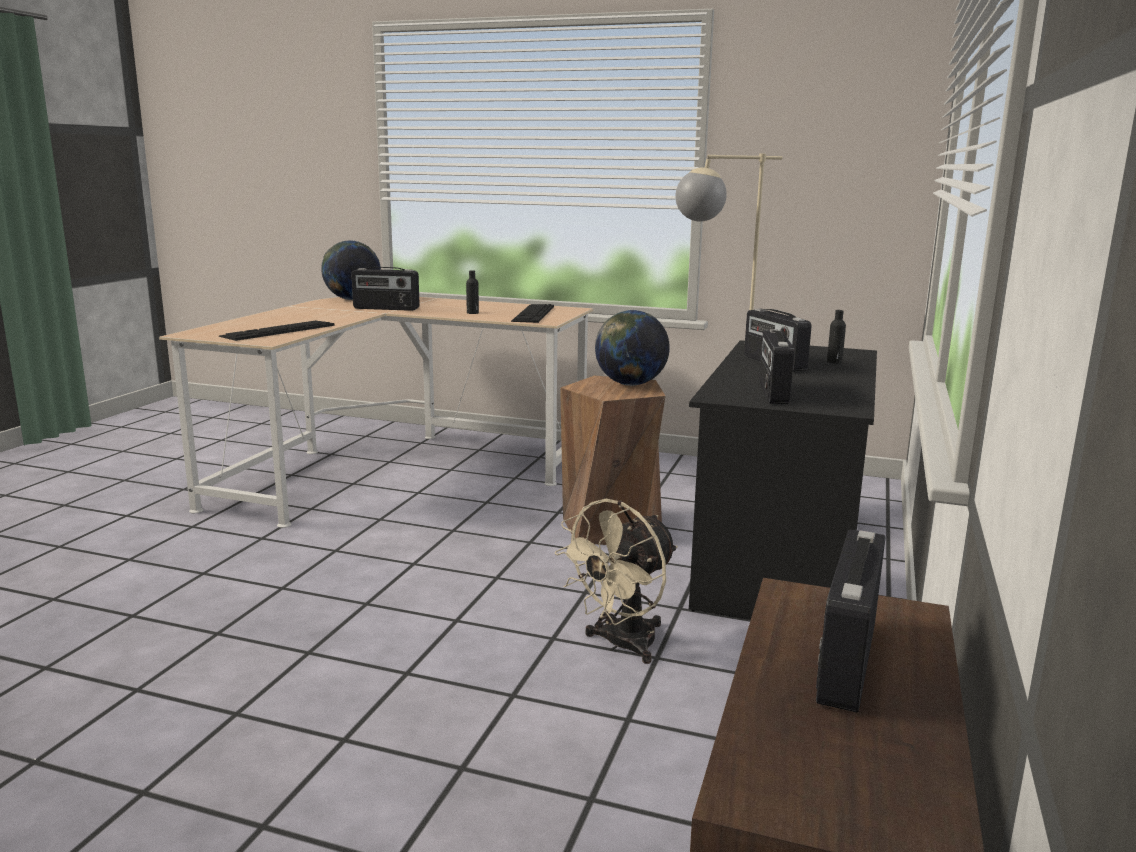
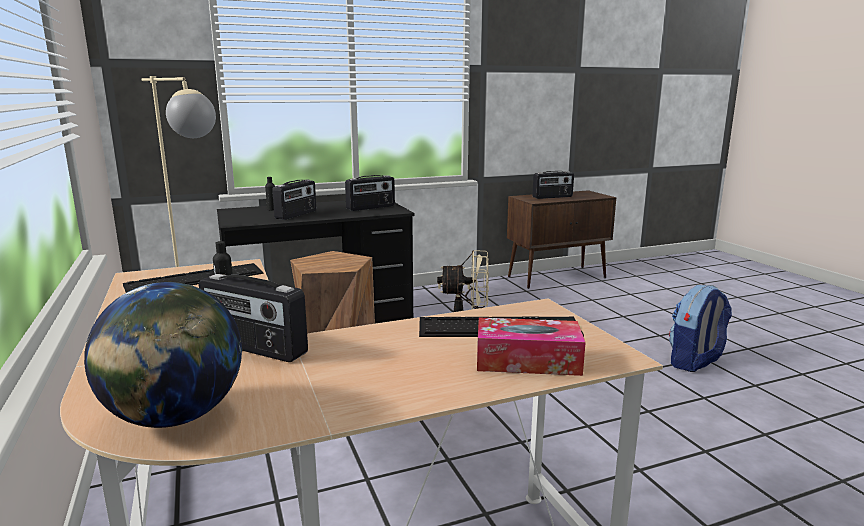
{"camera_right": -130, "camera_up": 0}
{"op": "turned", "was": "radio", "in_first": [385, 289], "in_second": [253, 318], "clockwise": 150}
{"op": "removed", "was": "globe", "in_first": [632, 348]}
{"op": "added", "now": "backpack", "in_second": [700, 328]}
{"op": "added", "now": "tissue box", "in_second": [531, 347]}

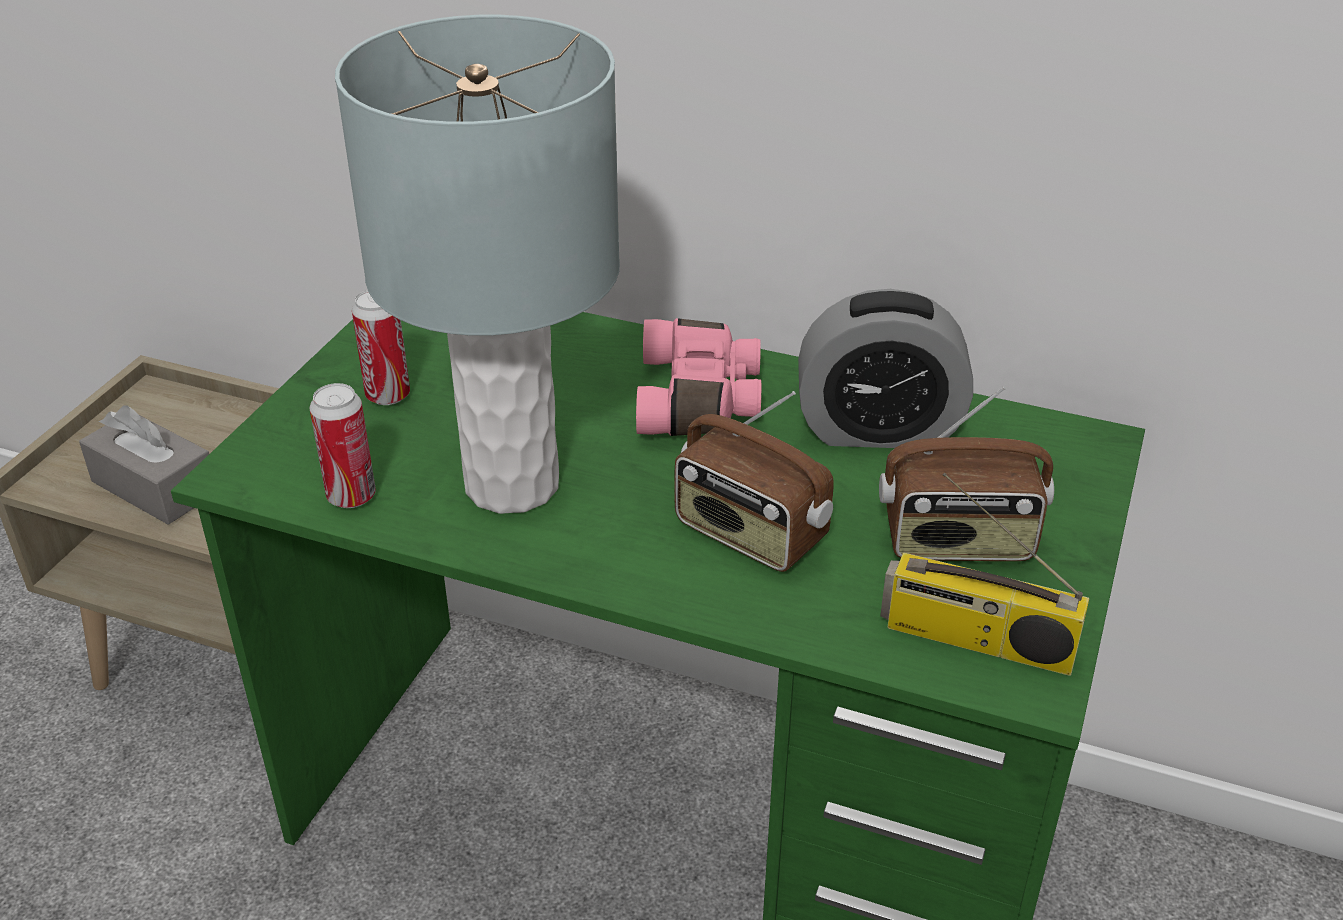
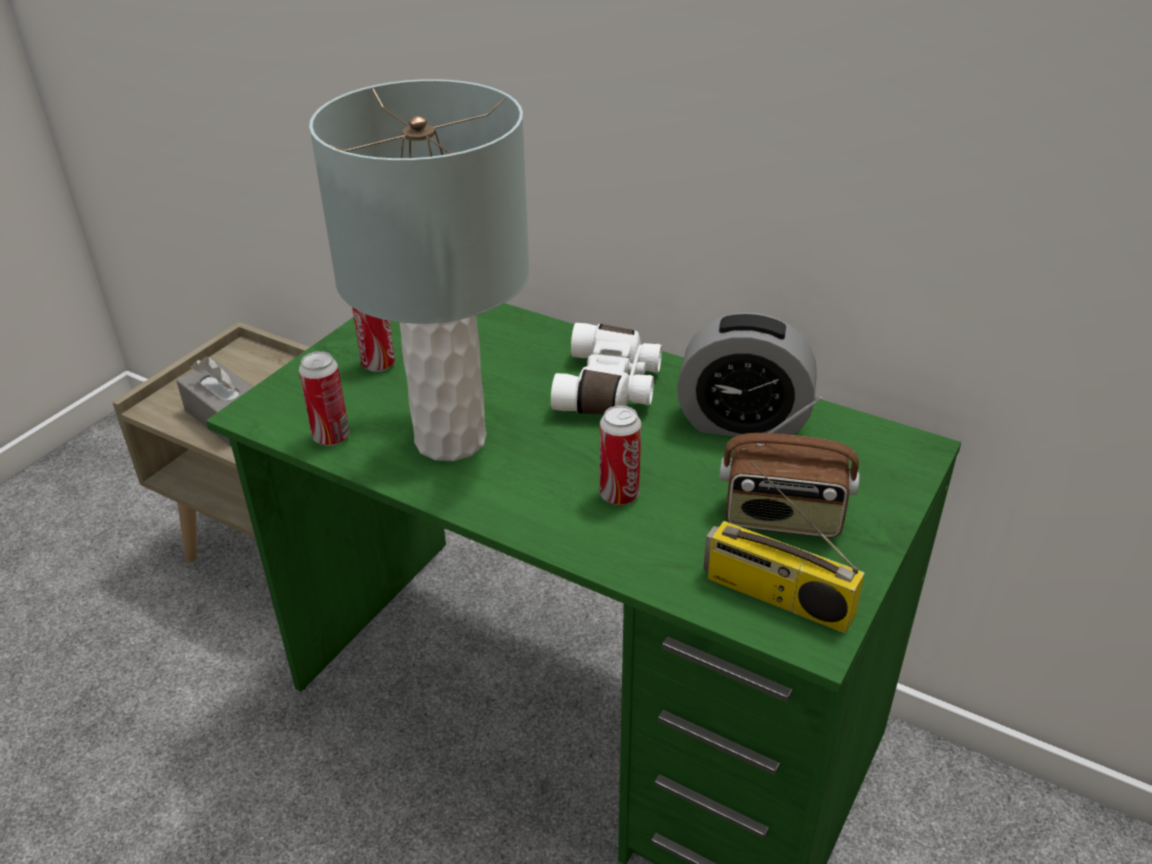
{"camera_right": 10, "camera_up": 0}
{"op": "recoloured", "was": "binoculars/pink", "now": "binoculars/white", "in_first": [698, 377], "in_second": [606, 368]}
{"op": "replaced", "was": "radio", "now": "can", "in_first": [754, 481], "in_second": [620, 455]}

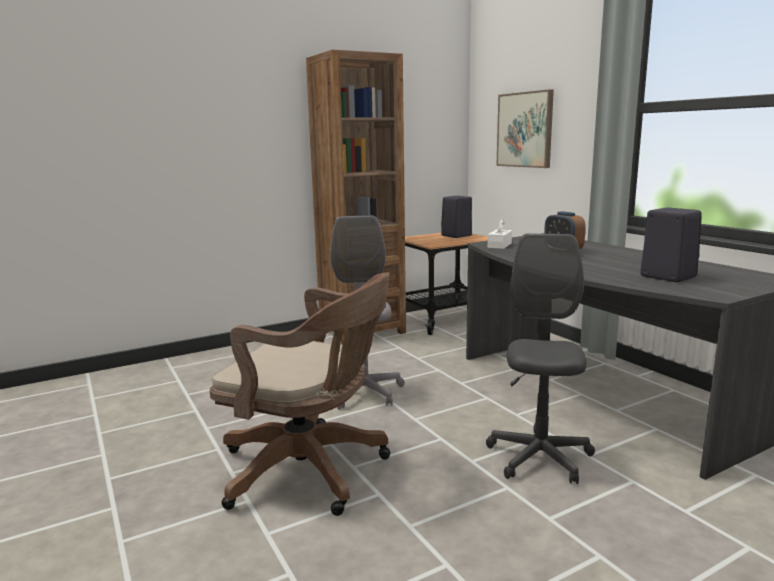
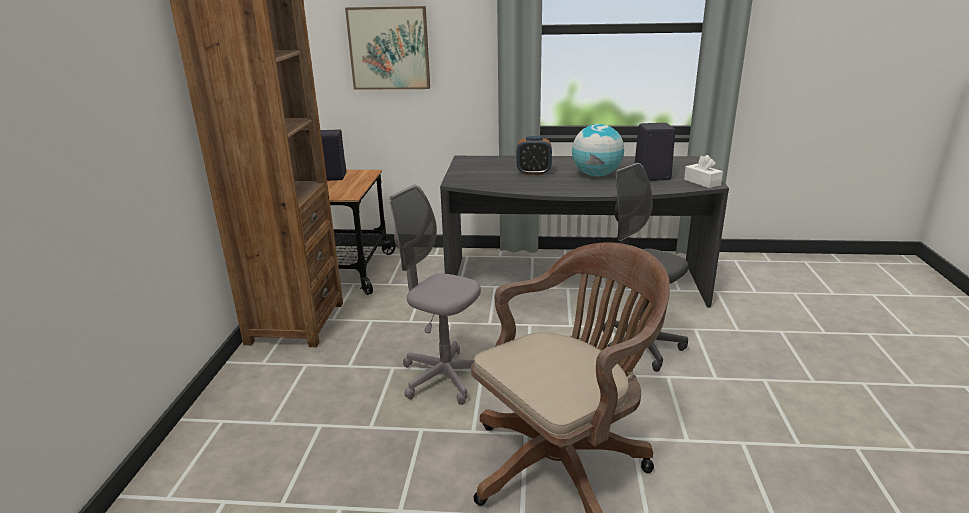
{"camera_right": -55, "camera_up": 10}
{"op": "moved", "was": "tissue box/white", "in_first": [500, 234], "in_second": [703, 171]}
{"op": "added", "now": "globe", "in_second": [598, 150]}

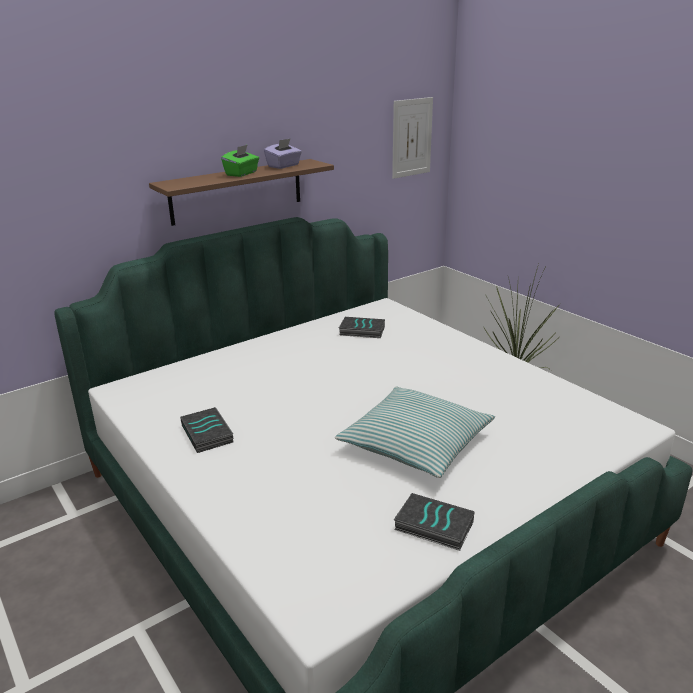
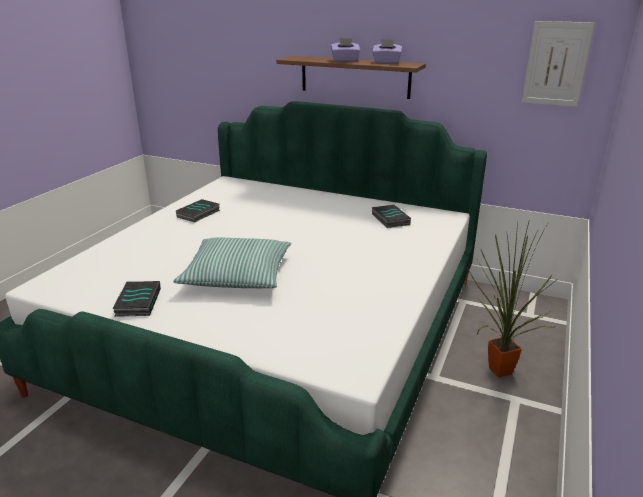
{"camera_right": 60, "camera_up": 0}
{"op": "recoloured", "was": "tissue box/green", "now": "tissue box/purple", "in_first": [240, 161], "in_second": [345, 50]}

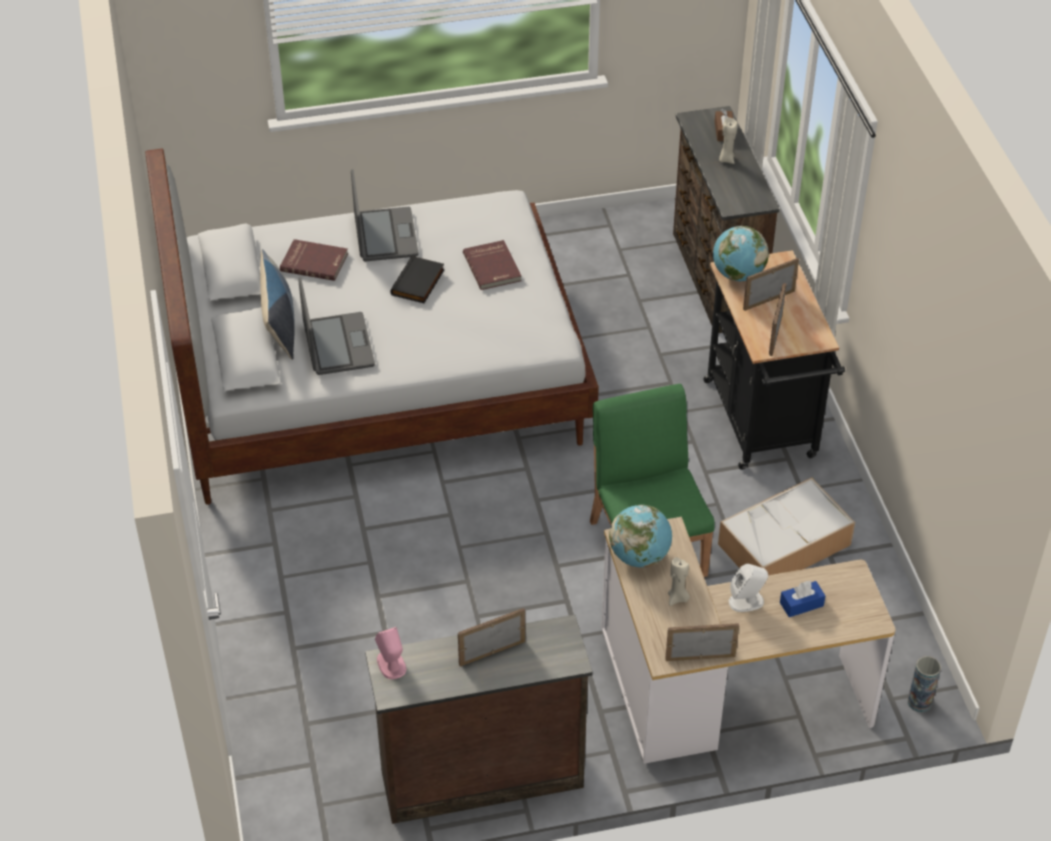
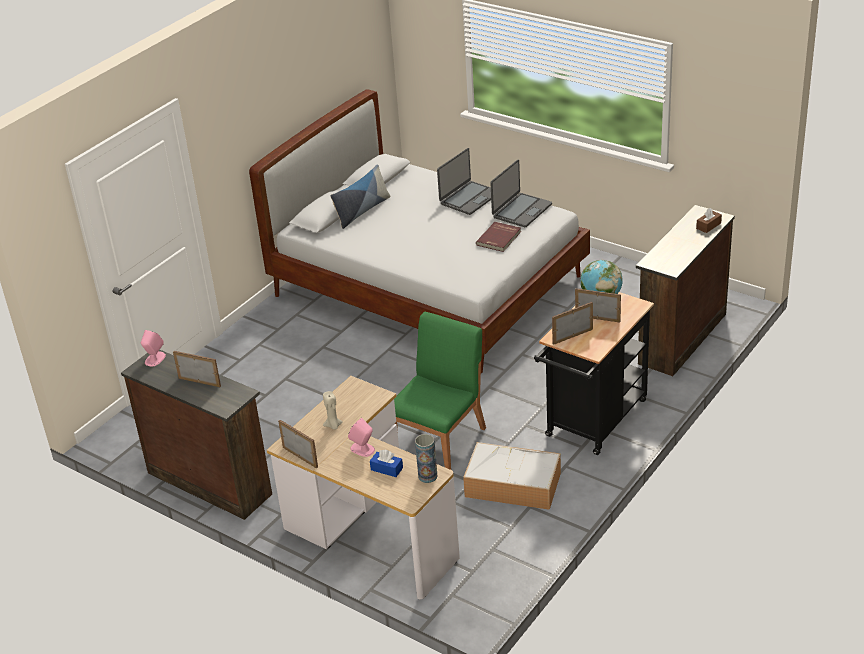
{"camera_right": 50, "camera_up": -10}
{"op": "removed", "was": "candle/beige", "in_first": [728, 141]}
{"op": "removed", "was": "book/red", "in_first": [314, 260]}
{"op": "removed", "was": "book/black", "in_first": [417, 279]}
{"op": "moved", "was": "laptop", "in_first": [336, 326], "in_second": [521, 193]}
{"op": "removed", "was": "globe", "in_first": [640, 536]}
{"op": "recoloured", "was": "speaker/white", "now": "speaker/pink", "in_first": [748, 588], "in_second": [361, 437]}
{"op": "moved", "was": "vase", "in_first": [924, 684], "in_second": [426, 458]}

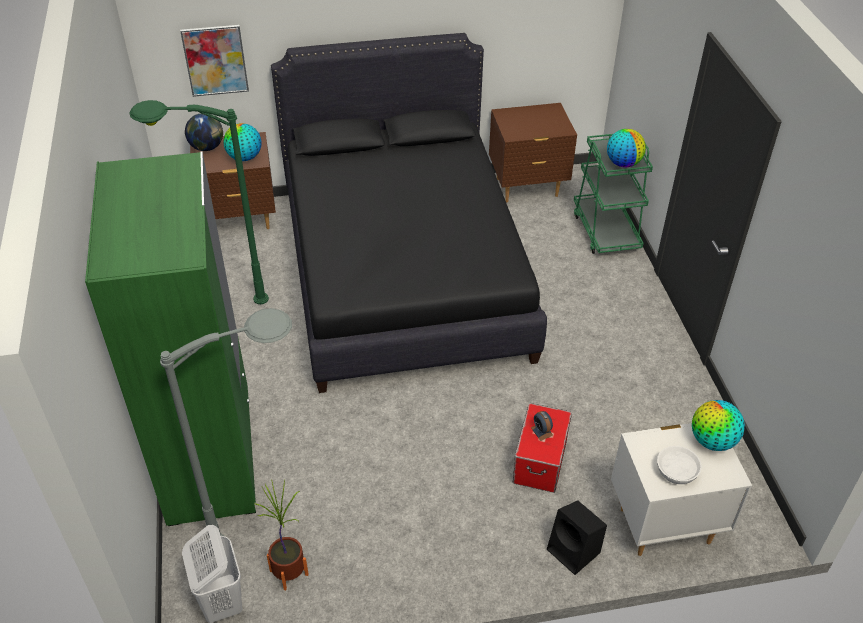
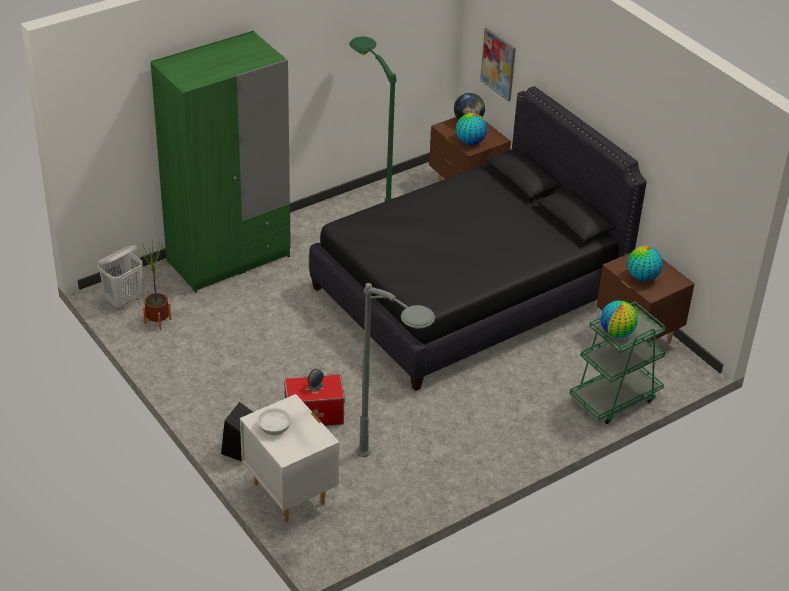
{"camera_right": 65, "camera_up": -5}
{"op": "moved", "was": "floor lamp/grey", "in_first": [226, 429], "in_second": [395, 370]}
{"op": "moved", "was": "globe", "in_first": [718, 425], "in_second": [645, 263]}

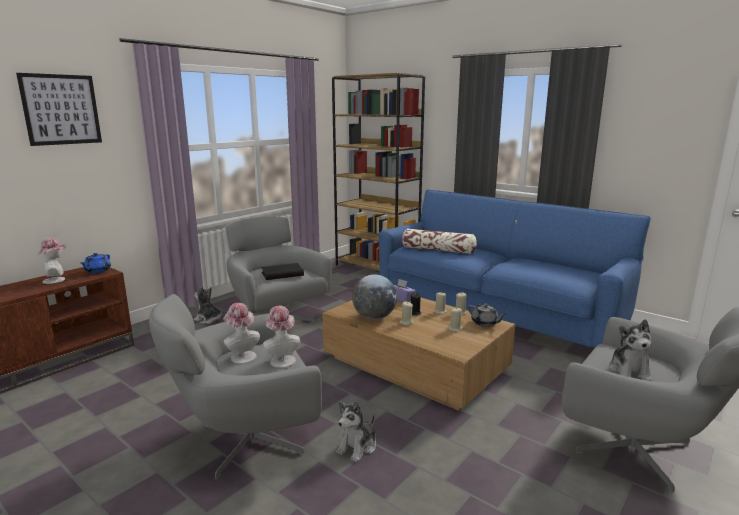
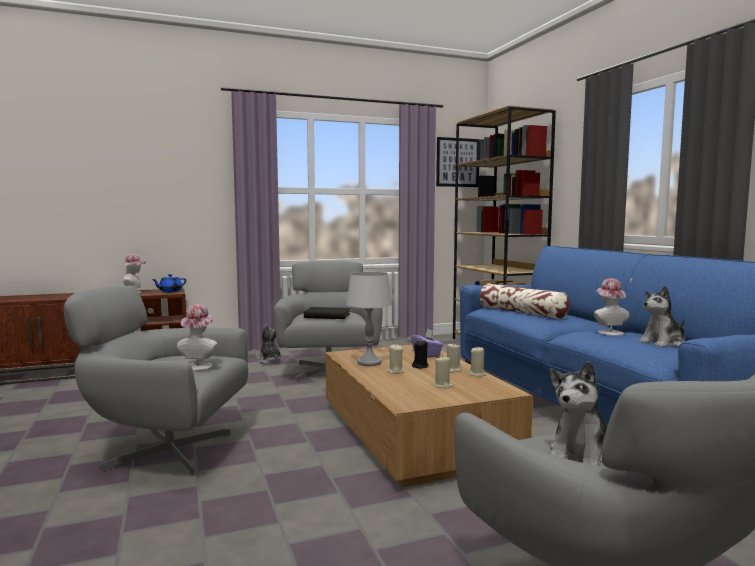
{"camera_right": 30, "camera_up": -10}
{"op": "moved", "was": "picture", "in_first": [59, 109], "in_second": [458, 162]}
{"op": "replaced", "was": "globe", "now": "table lamp/grey", "in_first": [374, 297], "in_second": [369, 319]}
{"op": "moved", "was": "hat", "in_first": [241, 333], "in_second": [612, 307]}
{"op": "removed", "was": "teapot/grey", "in_first": [487, 315]}
{"op": "moved", "was": "plush toy", "in_first": [356, 431], "in_second": [661, 316]}

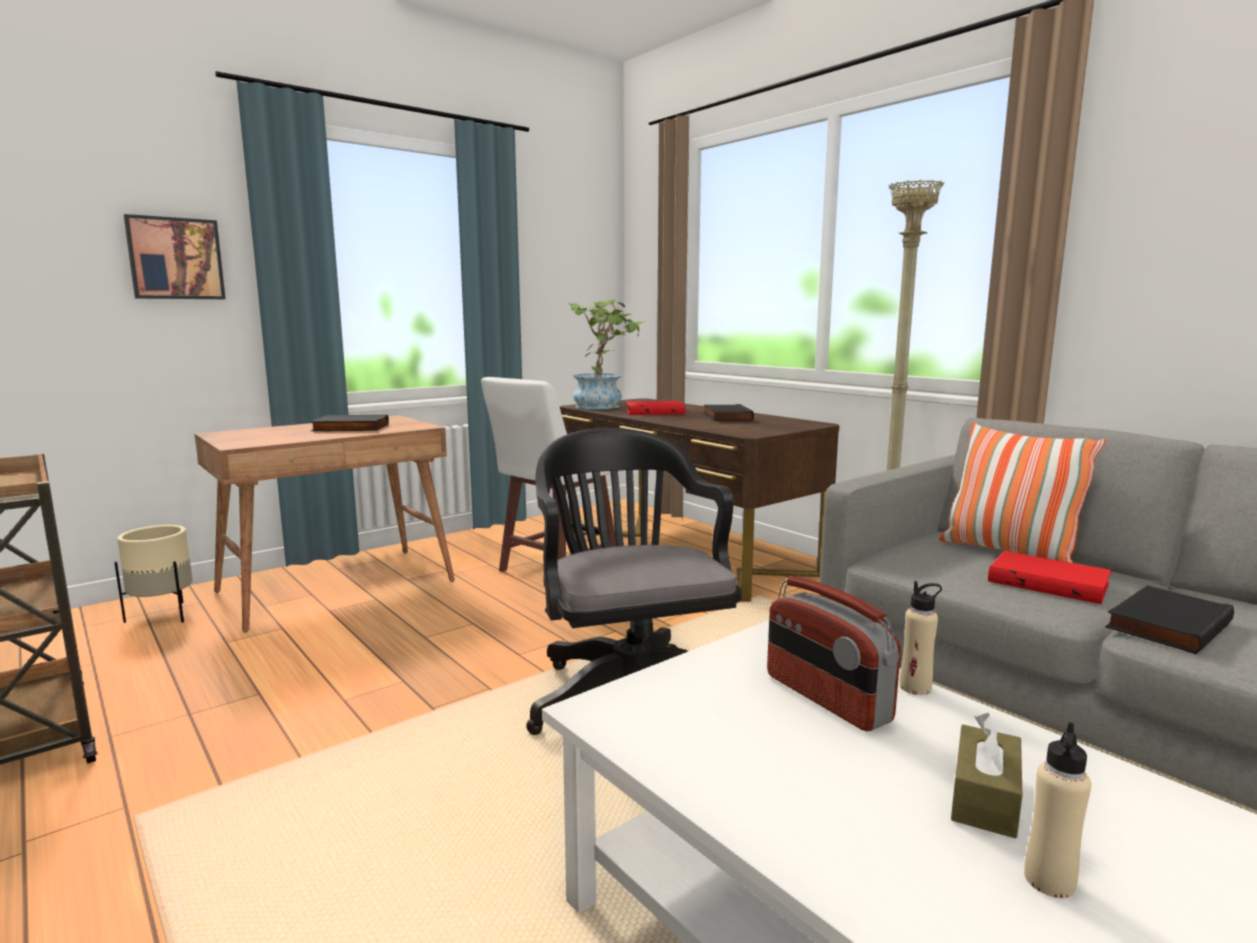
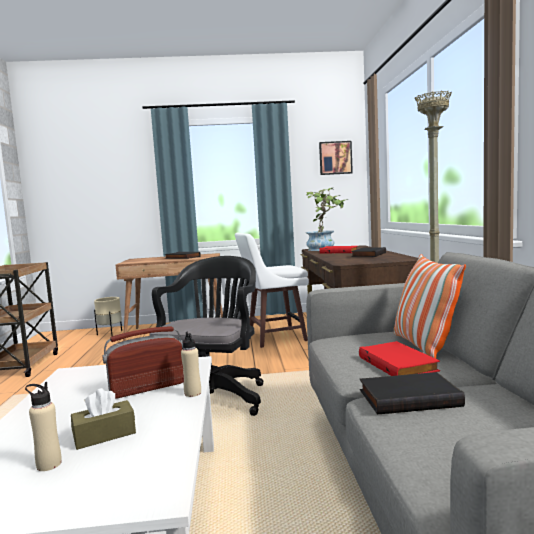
{"camera_right": 35, "camera_up": -5}
{"op": "moved", "was": "picture", "in_first": [175, 256], "in_second": [336, 158]}
{"op": "turned", "was": "radio", "in_first": [834, 654], "in_second": [143, 362], "clockwise": 60}

